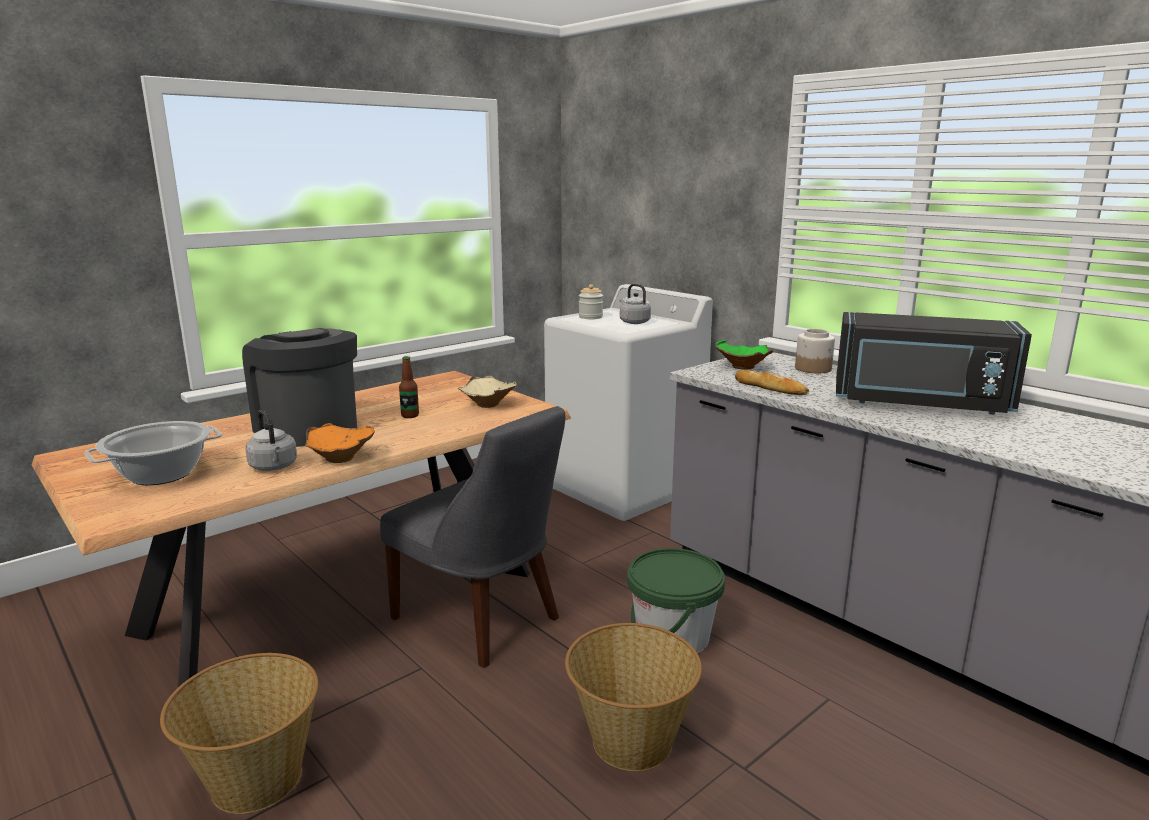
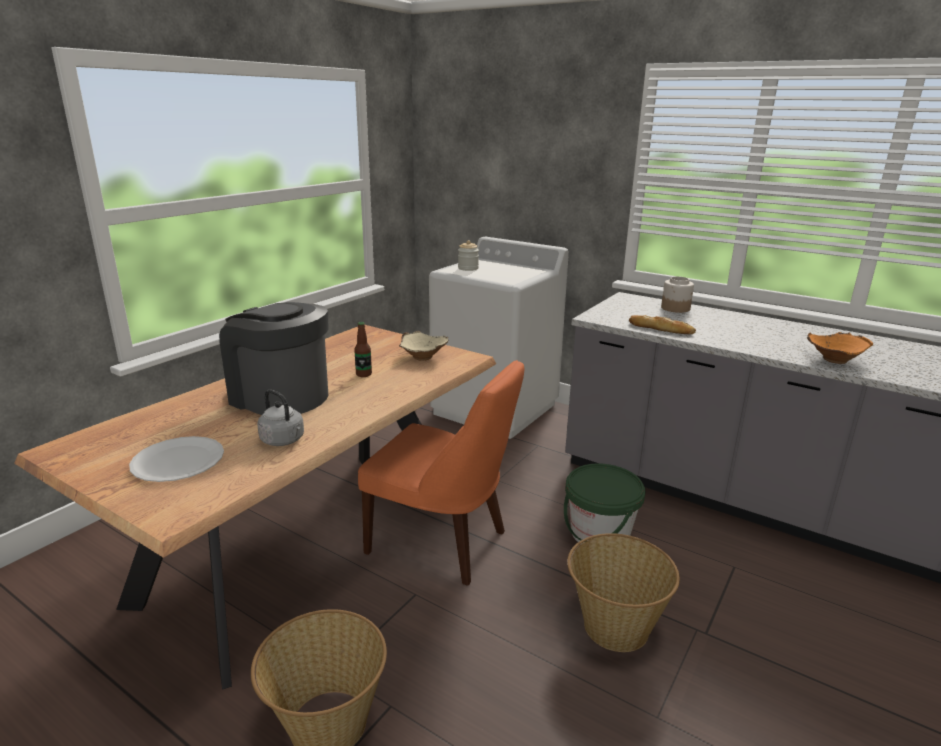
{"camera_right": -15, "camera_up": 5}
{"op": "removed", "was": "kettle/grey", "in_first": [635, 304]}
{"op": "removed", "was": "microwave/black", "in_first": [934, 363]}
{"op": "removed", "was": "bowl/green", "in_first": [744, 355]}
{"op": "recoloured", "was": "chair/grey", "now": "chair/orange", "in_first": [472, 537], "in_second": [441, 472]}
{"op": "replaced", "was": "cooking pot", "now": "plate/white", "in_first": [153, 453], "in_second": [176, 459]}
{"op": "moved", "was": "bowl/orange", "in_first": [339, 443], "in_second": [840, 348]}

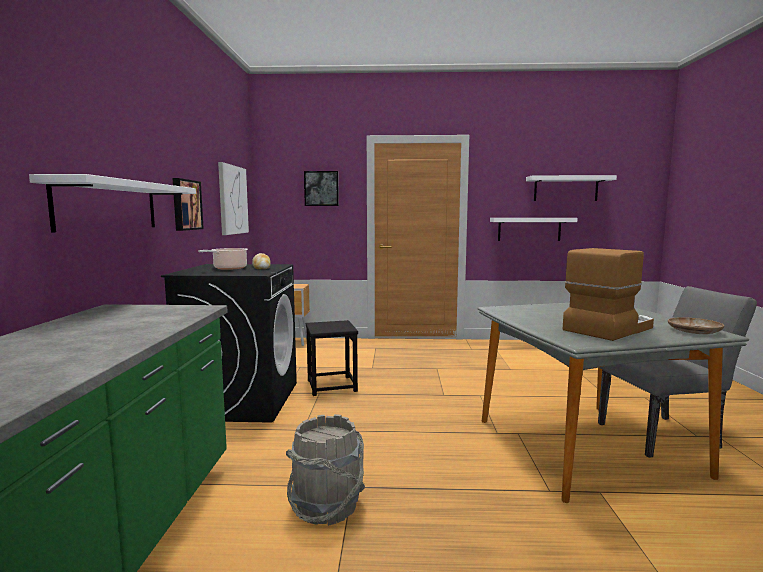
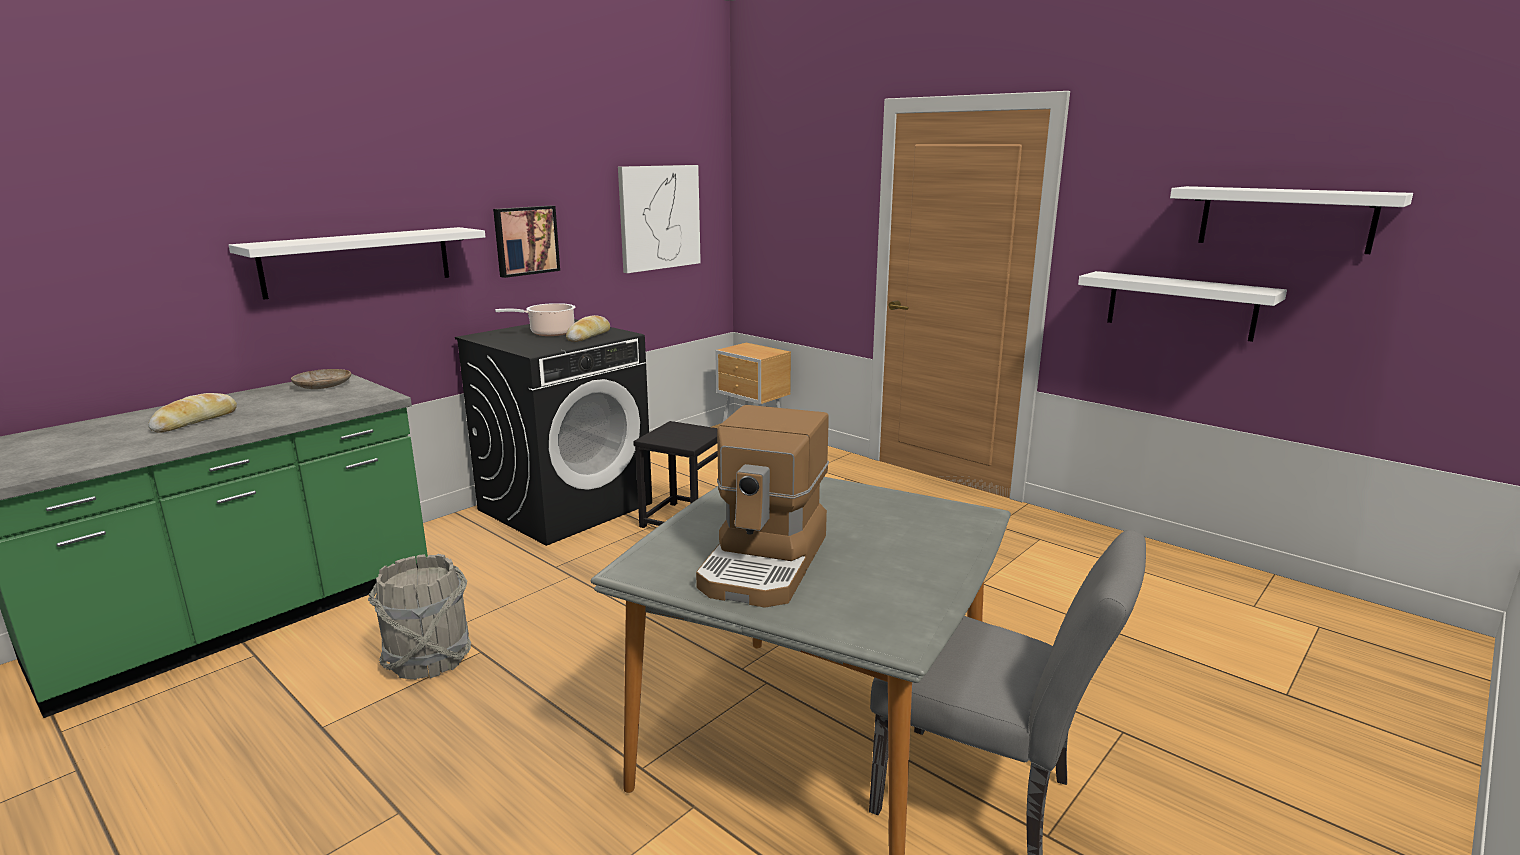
{"camera_right": 40, "camera_up": 10}
{"op": "removed", "was": "picture", "in_first": [321, 188]}
{"op": "turned", "was": "coffee machine", "in_first": [608, 294], "in_second": [762, 506], "clockwise": 105}
{"op": "moved", "was": "plate/beige", "in_first": [696, 325], "in_second": [321, 379]}
{"op": "added", "now": "bread", "in_second": [192, 413]}

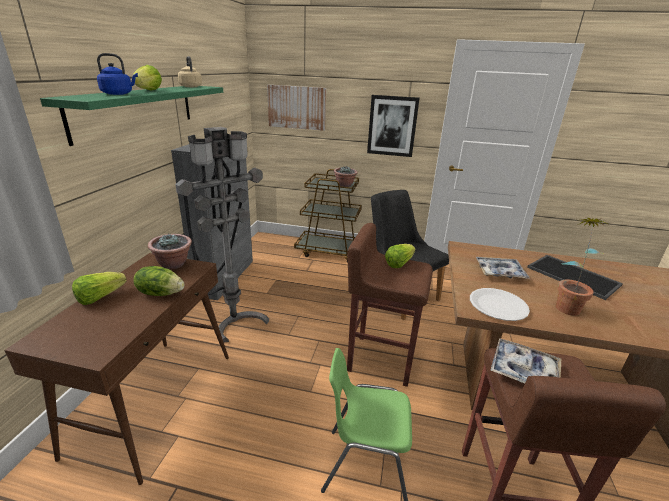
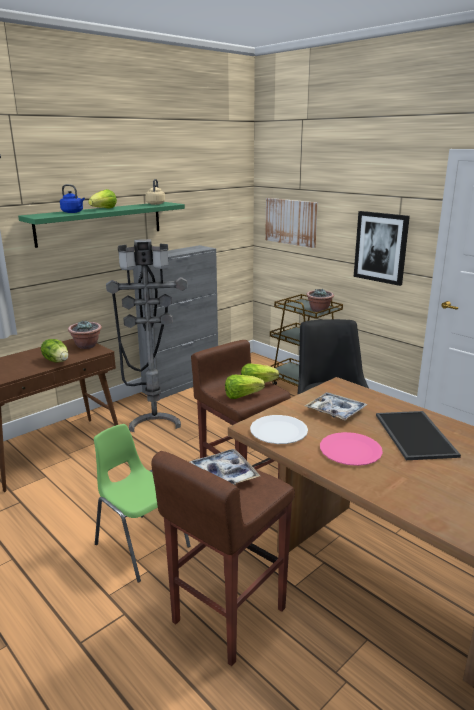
{"camera_right": 35, "camera_up": -5}
{"op": "replaced", "was": "potted plant", "now": "plate/pink", "in_first": [582, 267], "in_second": [351, 449]}
{"op": "moved", "was": "lettuce", "in_first": [99, 288], "in_second": [245, 387]}

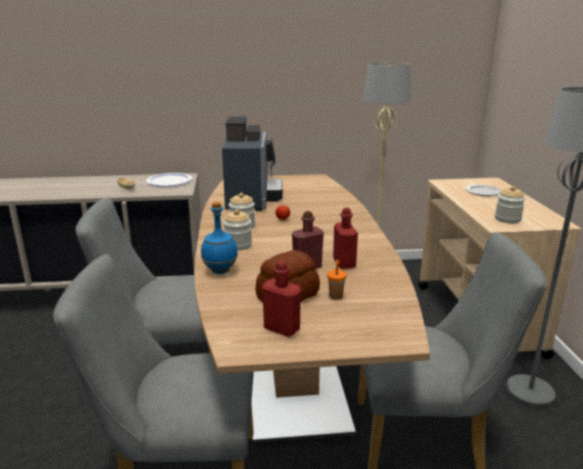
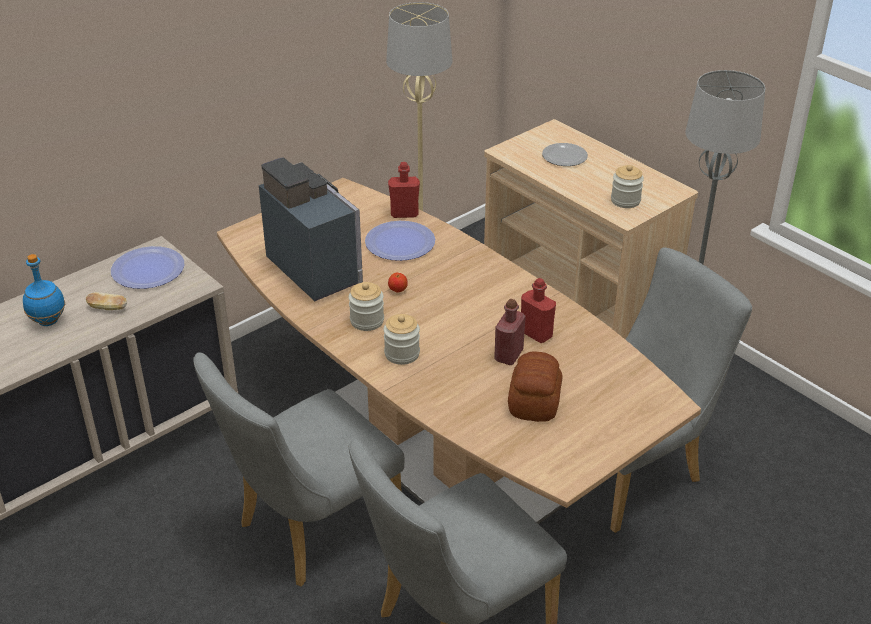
{"camera_right": -35, "camera_up": 15}
{"op": "moved", "was": "bottle/blue", "in_first": [219, 238], "in_second": [44, 290]}
{"op": "removed", "was": "cup/orange", "in_first": [337, 280]}
{"op": "moved", "was": "bottle/red", "in_first": [281, 299], "in_second": [404, 190]}
{"op": "added", "now": "plate", "in_second": [400, 241]}

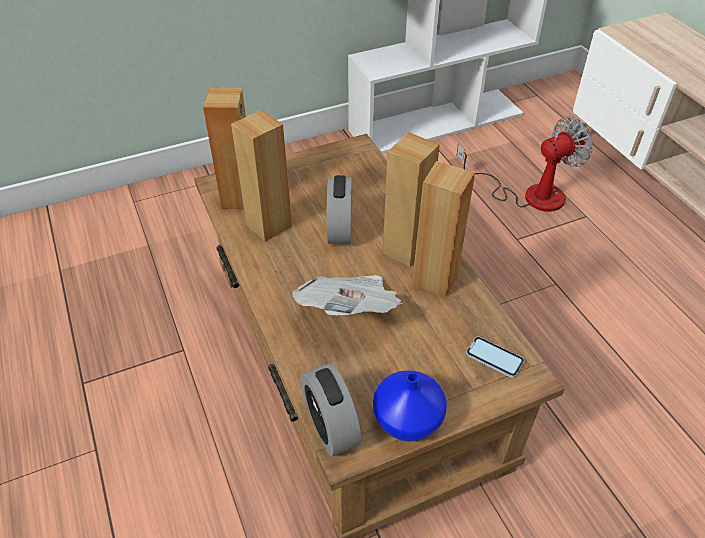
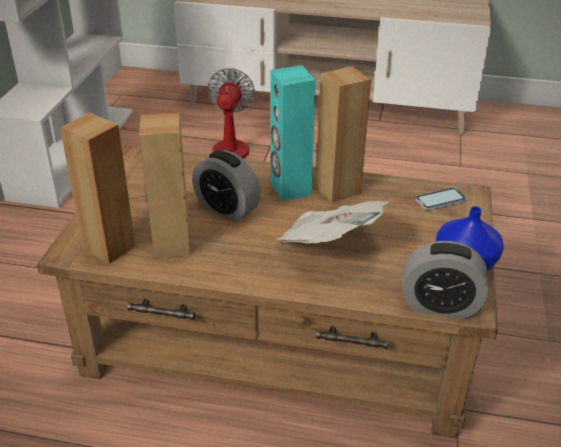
{"camera_right": -55, "camera_up": -10}
{"op": "recoloured", "was": "speaker/brown", "now": "speaker/turquoise", "in_first": [411, 199], "in_second": [293, 133]}

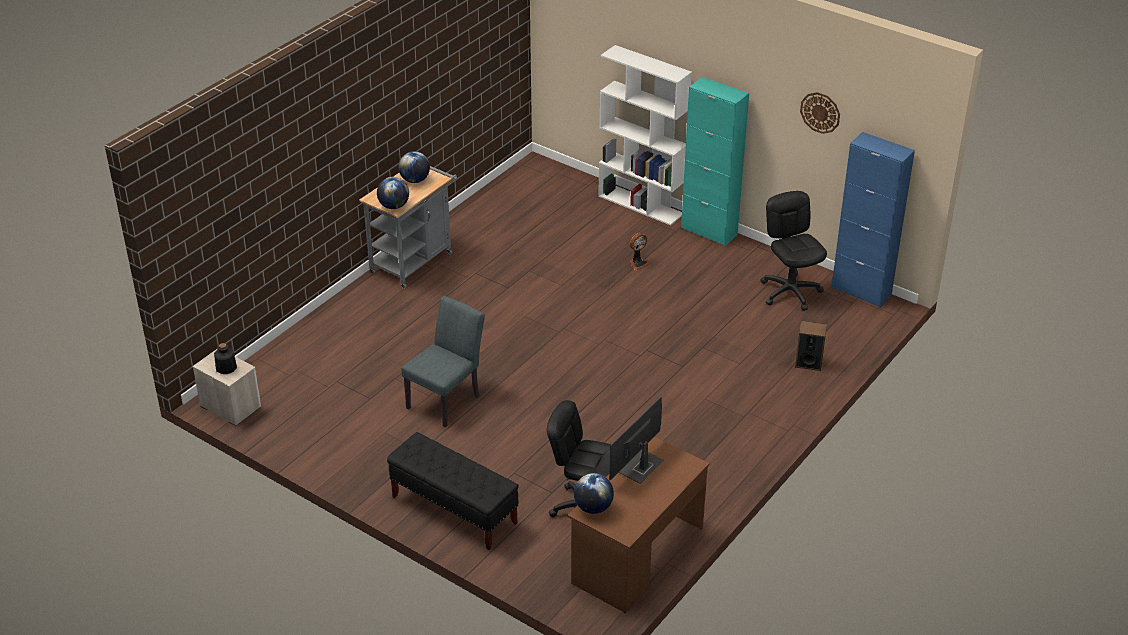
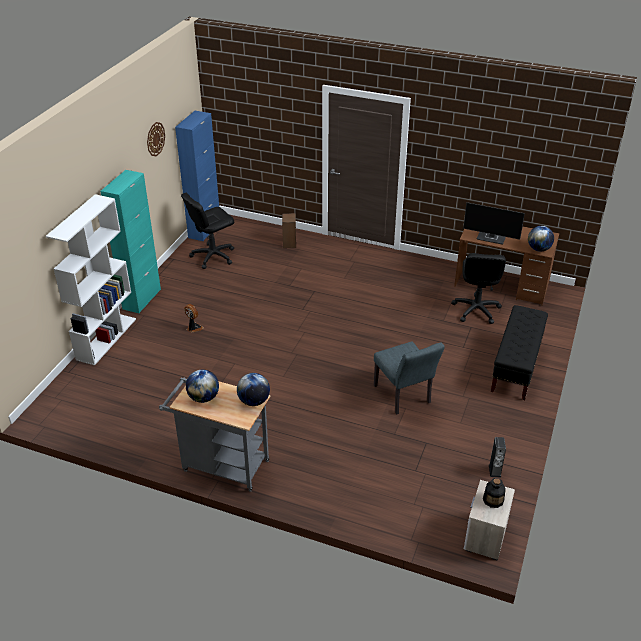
{"camera_right": -105, "camera_up": 0}
{"op": "turned", "was": "chair/grey", "in_first": [443, 362], "in_second": [409, 377], "clockwise": -135}
{"op": "added", "now": "speaker", "in_second": [497, 457]}

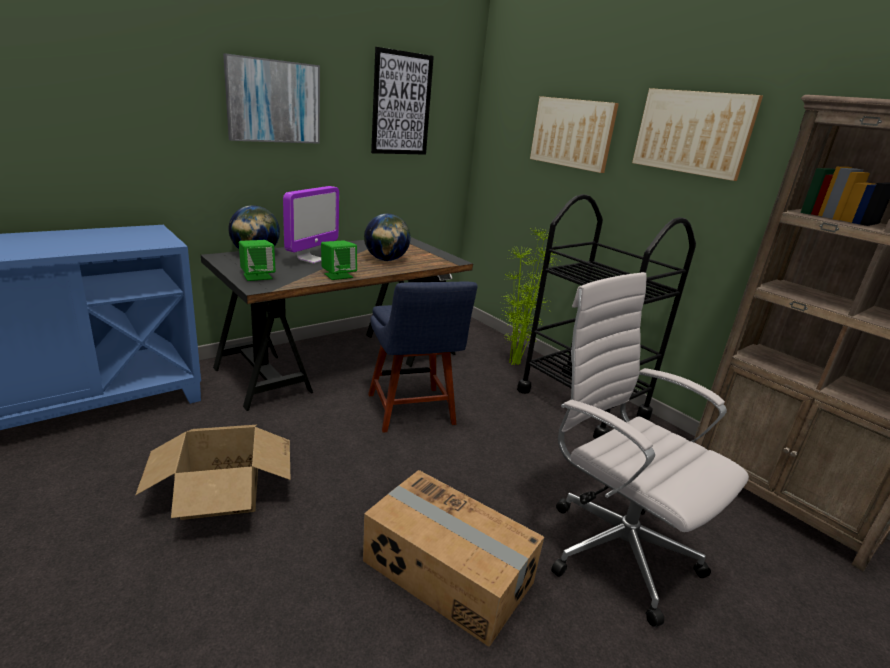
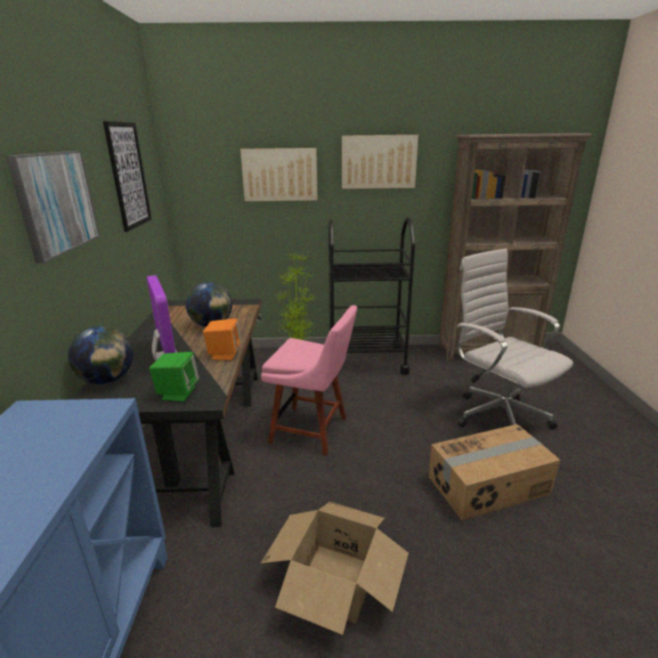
{"camera_right": -50, "camera_up": 0}
{"op": "recoloured", "was": "speaker/green", "now": "speaker/orange", "in_first": [339, 260], "in_second": [222, 339]}
{"op": "turned", "was": "office chair/white", "in_first": [650, 449], "in_second": [515, 339], "clockwise": 60}
{"op": "recoloured", "was": "chair/blue", "now": "chair/pink", "in_first": [423, 357], "in_second": [309, 380]}

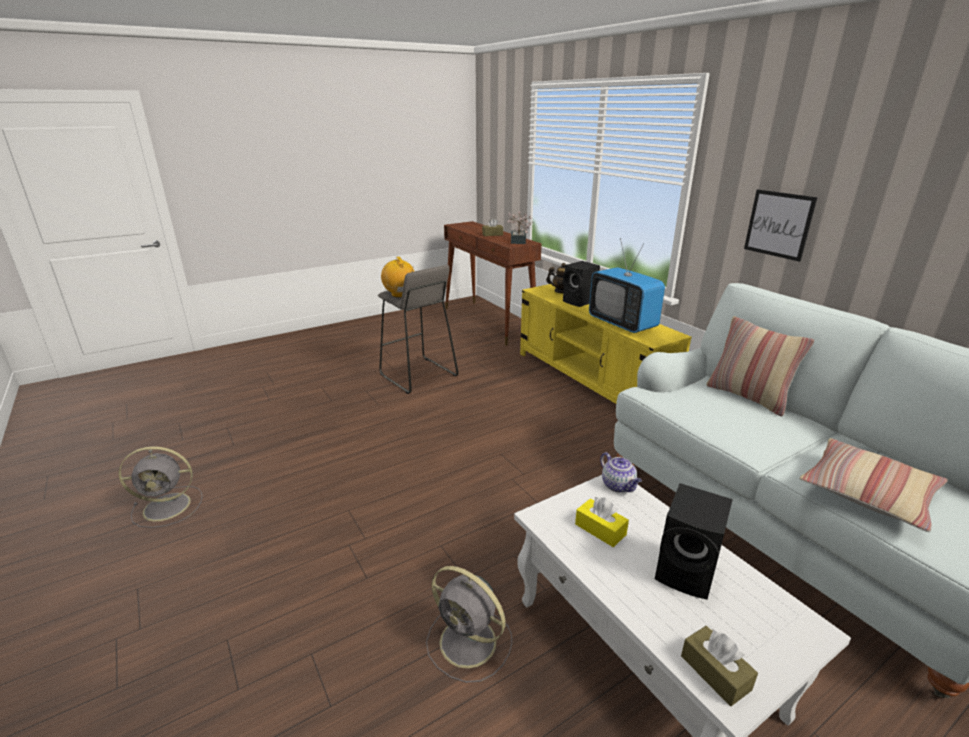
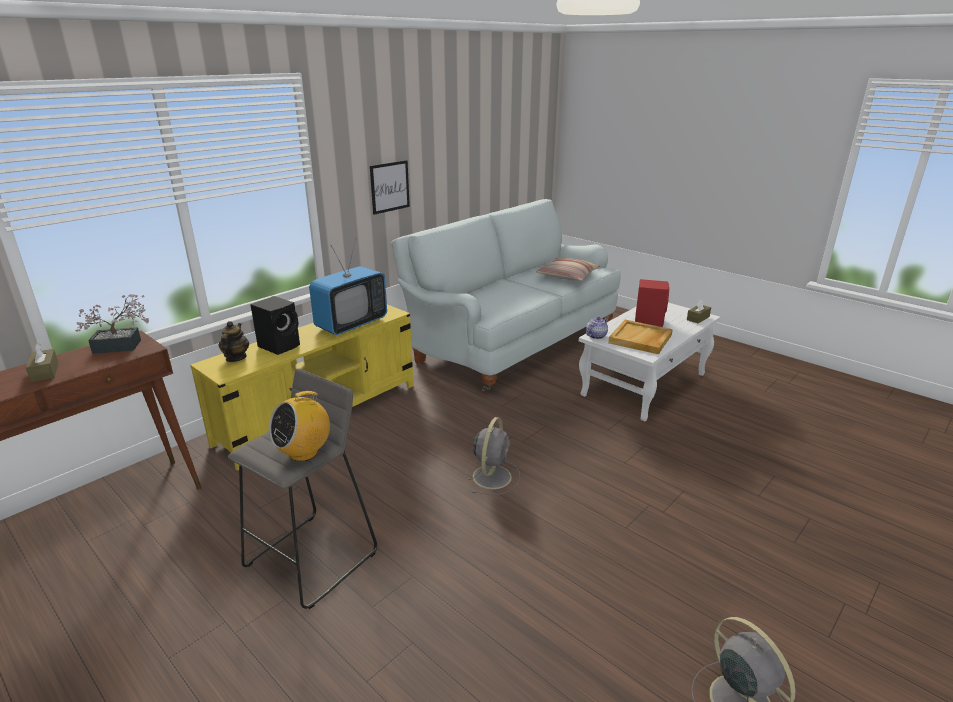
{"camera_right": -105, "camera_up": 0}
{"op": "removed", "was": "pillow", "in_first": [760, 366]}
{"op": "recoloured", "was": "speaker/black", "now": "speaker/red", "in_first": [694, 541], "in_second": [652, 303]}
{"op": "replaced", "was": "tissue box/yellow", "now": "tray/beige", "in_first": [602, 522], "in_second": [640, 337]}
{"op": "moved", "was": "fan/grey", "in_first": [469, 624], "in_second": [492, 456]}

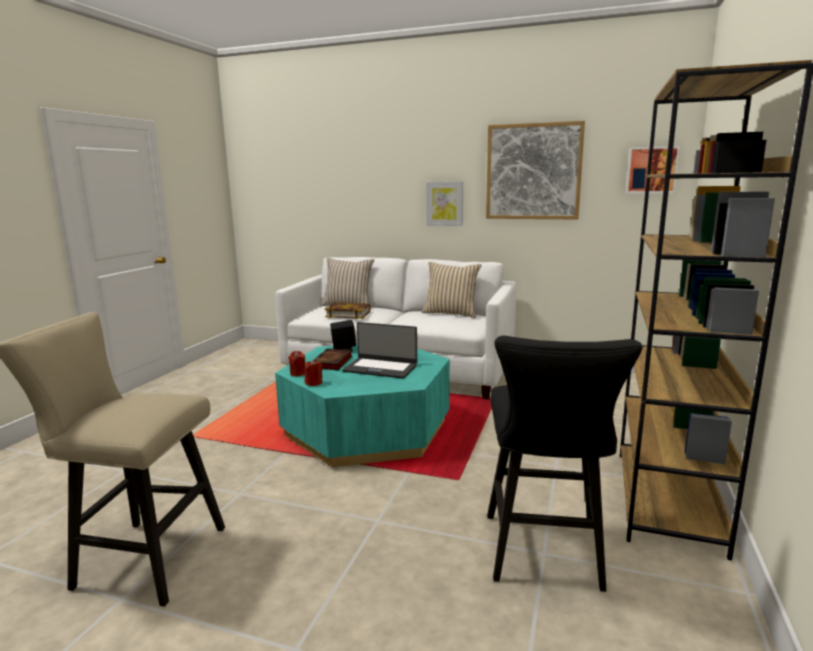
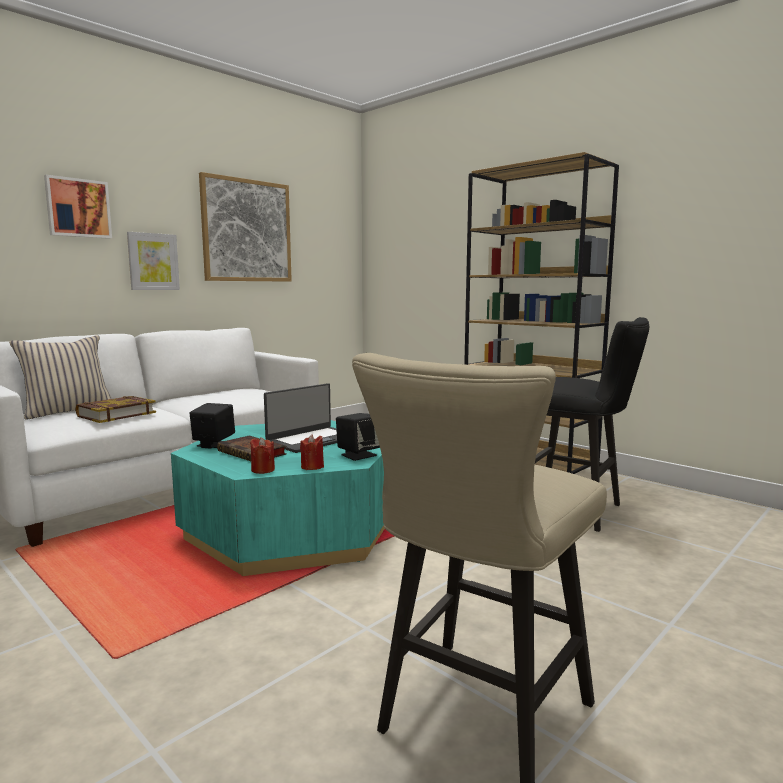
{"camera_right": -65, "camera_up": -5}
{"op": "moved", "was": "picture", "in_first": [653, 169], "in_second": [78, 207]}
{"op": "removed", "was": "pillow/beige", "in_first": [452, 290]}
{"op": "added", "now": "speaker/black", "in_second": [358, 437]}

